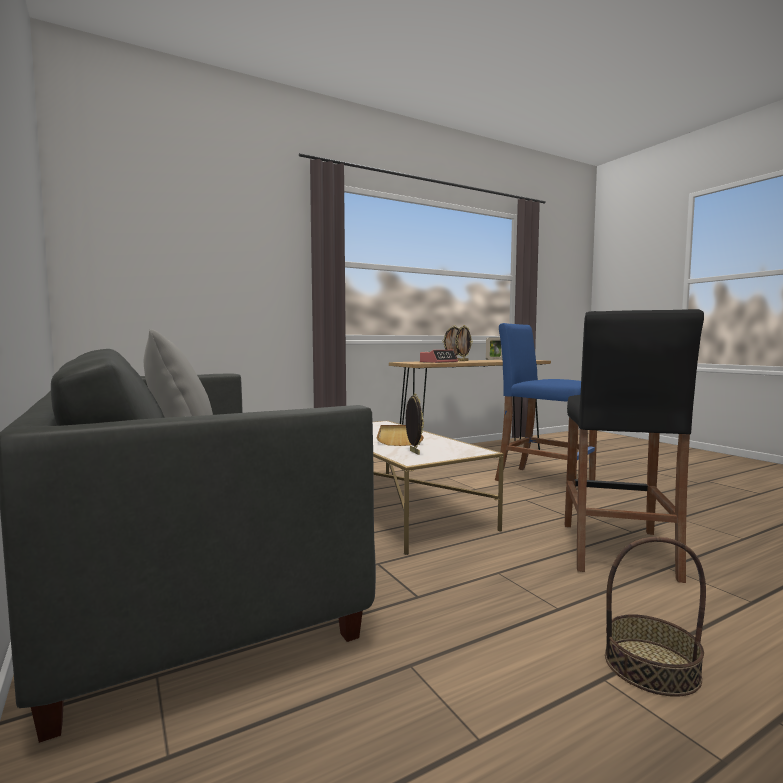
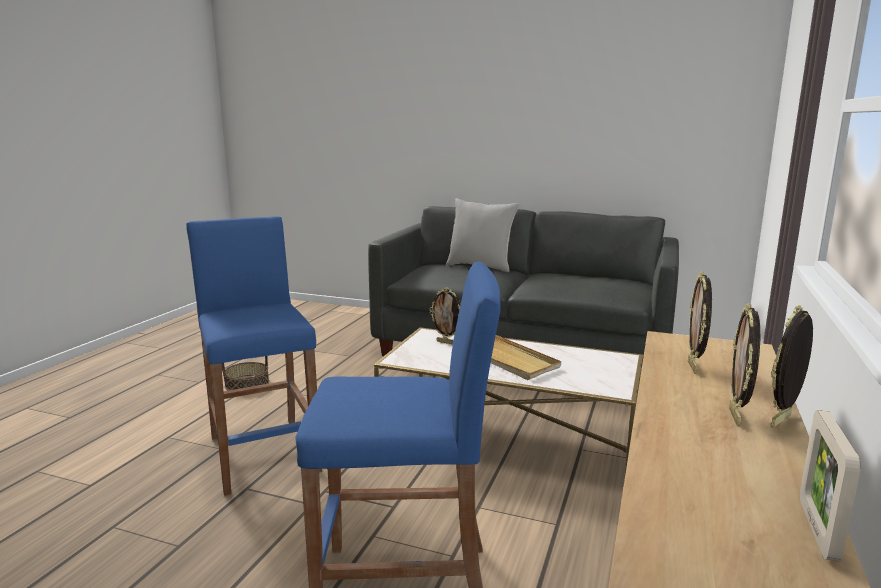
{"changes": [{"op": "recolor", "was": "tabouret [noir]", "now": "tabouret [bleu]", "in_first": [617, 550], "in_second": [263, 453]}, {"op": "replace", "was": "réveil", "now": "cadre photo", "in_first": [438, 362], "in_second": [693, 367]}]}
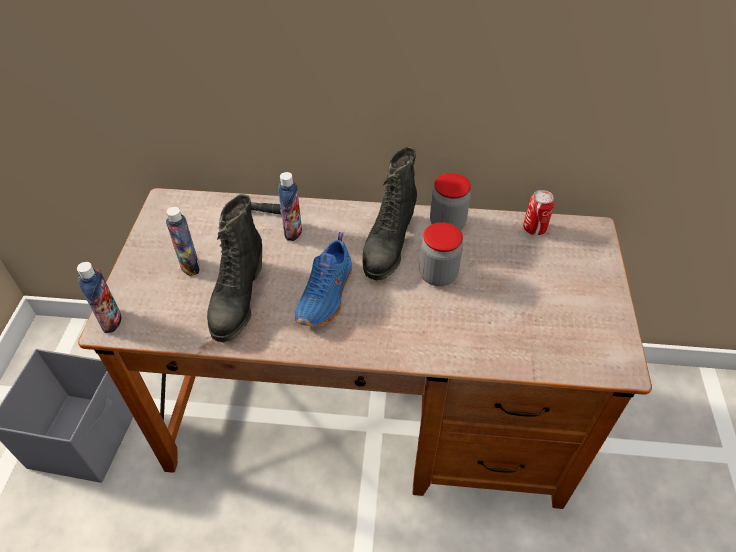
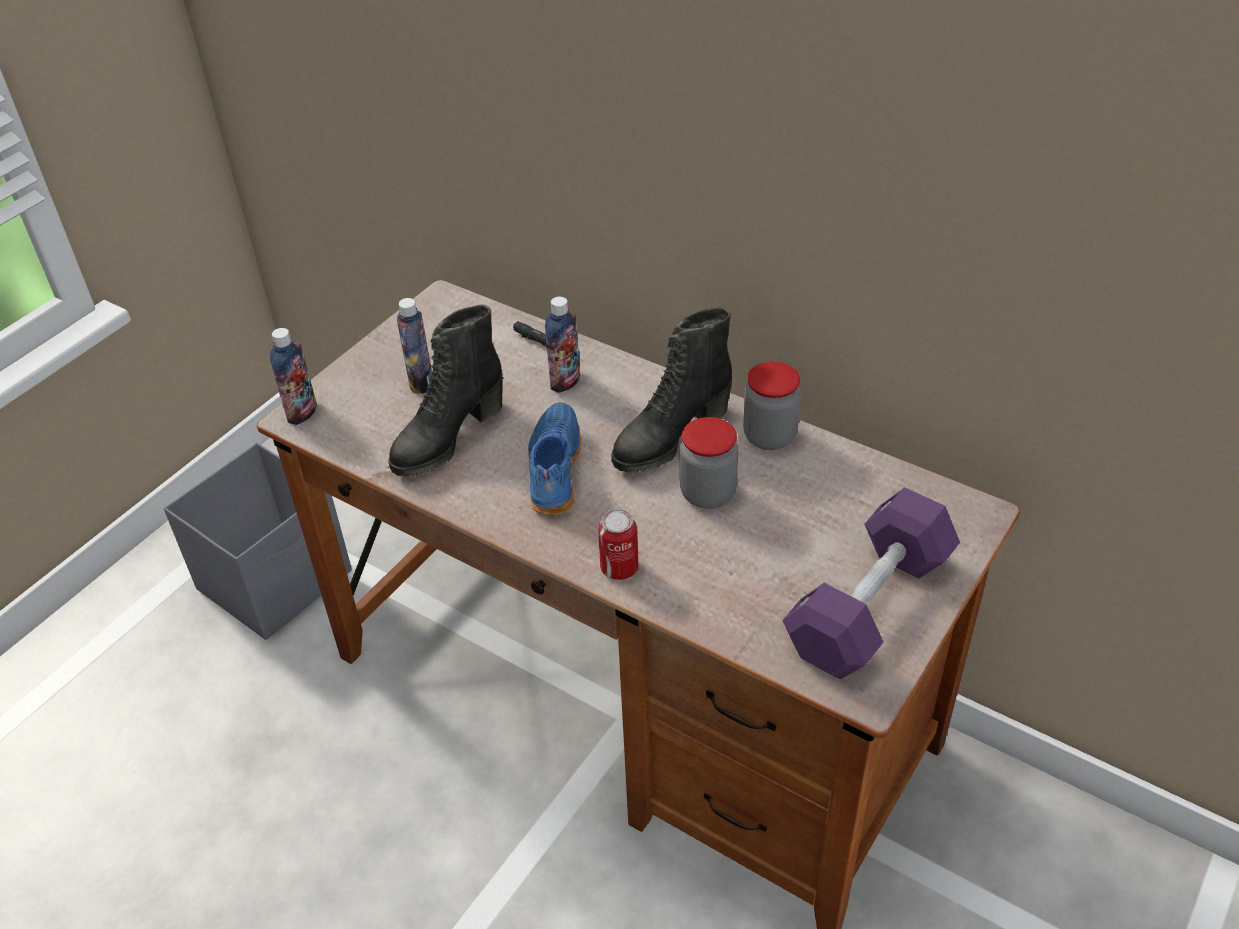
{"changes": [{"op": "rotate", "was": "chaussure [bleu]", "in_first": [327, 296], "in_second": [552, 469], "clockwise": 135}, {"op": "move", "was": "boîte métallique", "in_first": [534, 228], "in_second": [619, 568]}, {"op": "insert", "now": "haltère [violet]", "in_second": [869, 606]}]}
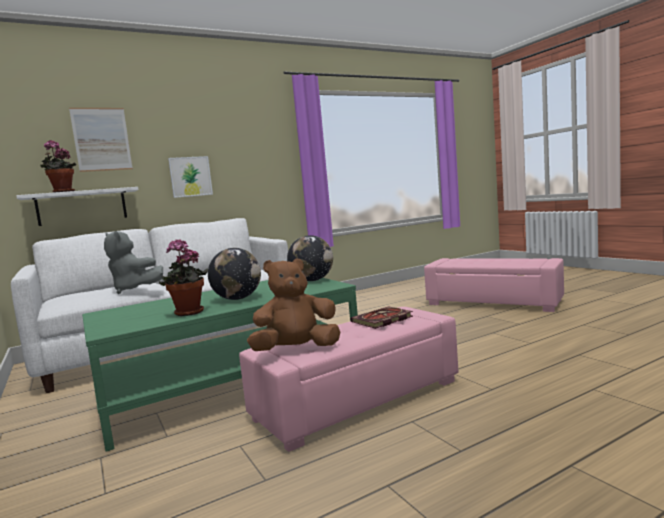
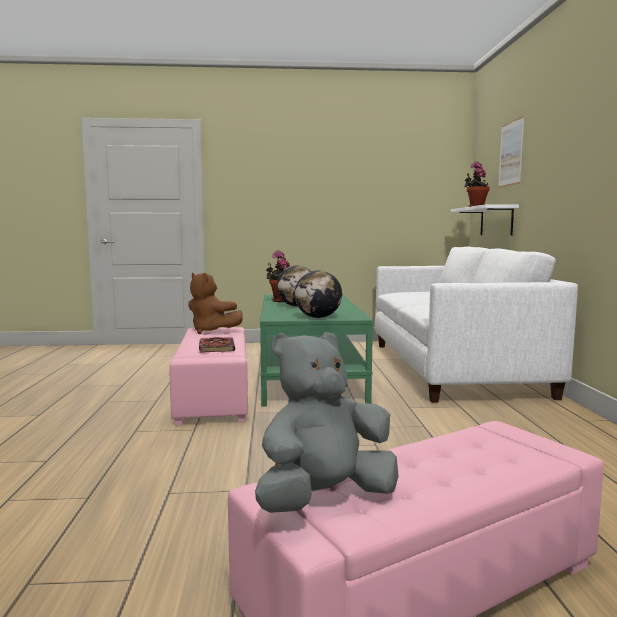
{"changes": [{"op": "rotate", "was": "peluche [marron]", "in_first": [296, 350], "in_second": [211, 331], "clockwise": 120}, {"op": "move", "was": "peluche [gris]", "in_first": [134, 289], "in_second": [325, 499]}, {"op": "delete", "was": "tableau", "in_first": [190, 176]}]}
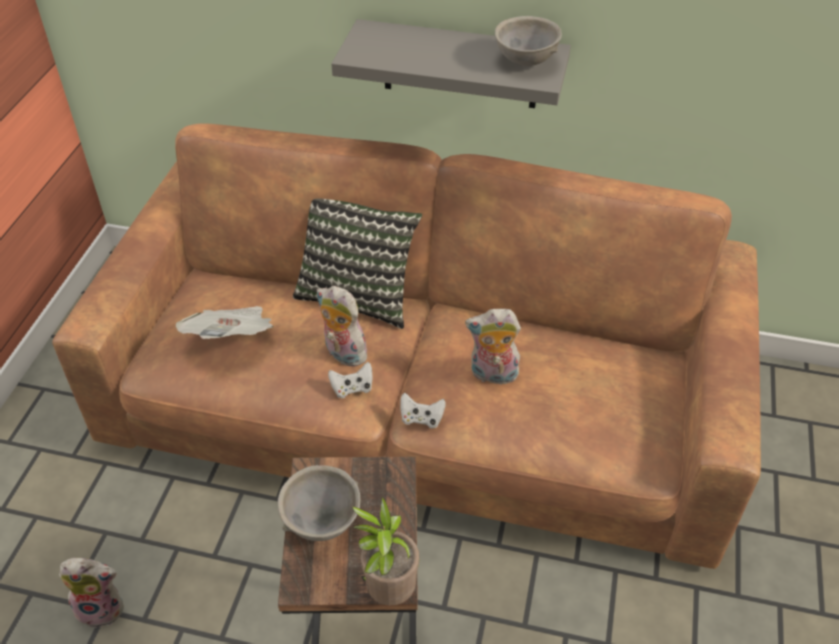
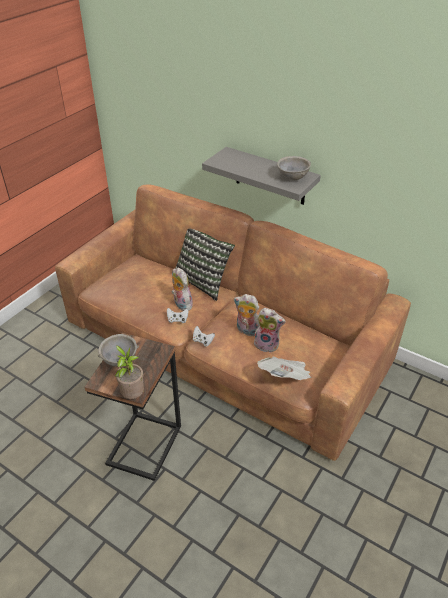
{"changes": [{"op": "move", "was": "peluche", "in_first": [103, 607], "in_second": [267, 344]}, {"op": "move", "was": "journal", "in_first": [232, 339], "in_second": [285, 377]}]}
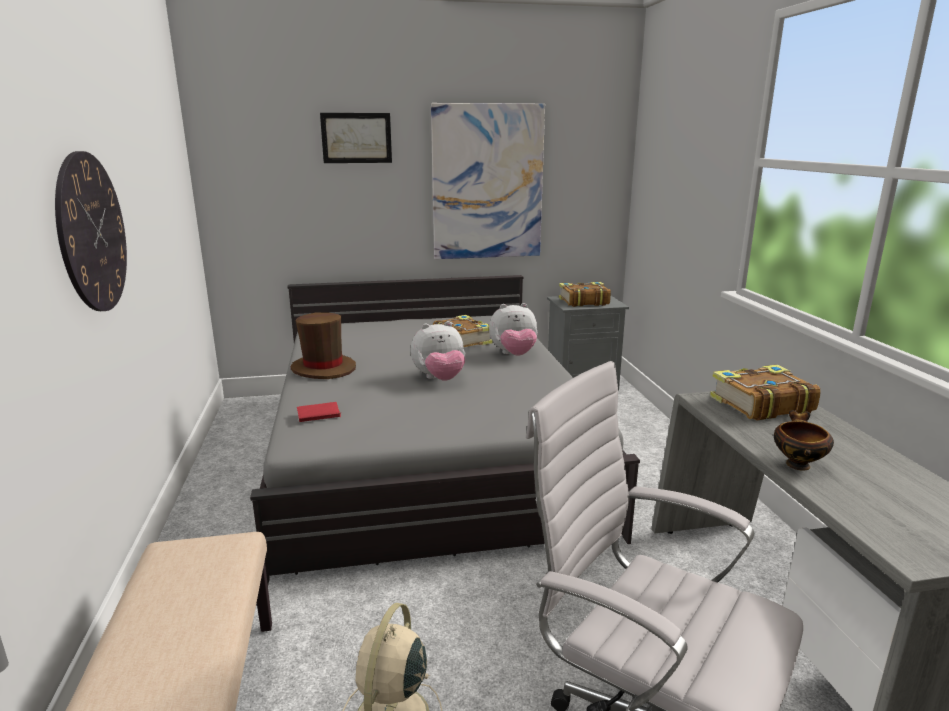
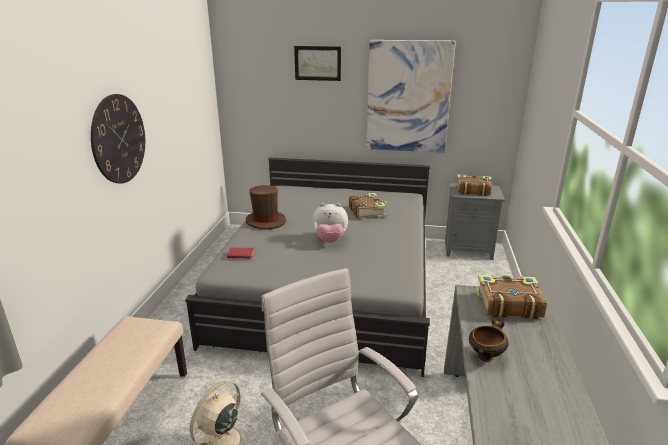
{"changes": [{"op": "delete", "was": "peluche", "in_first": [514, 355]}]}
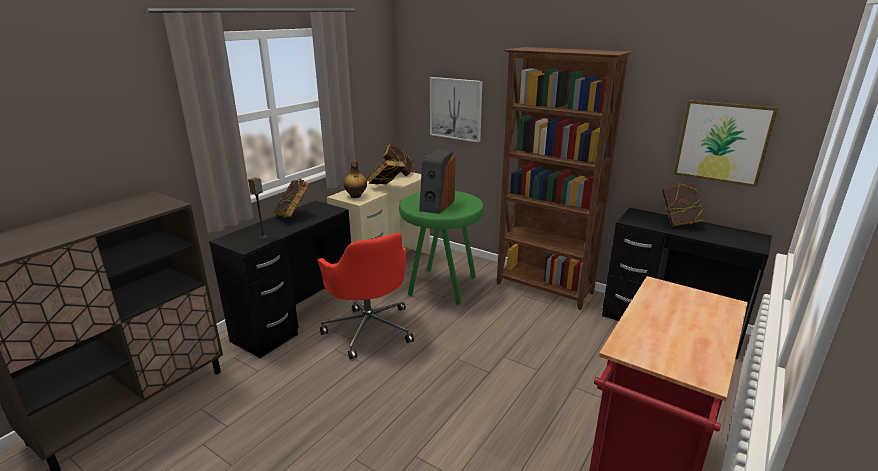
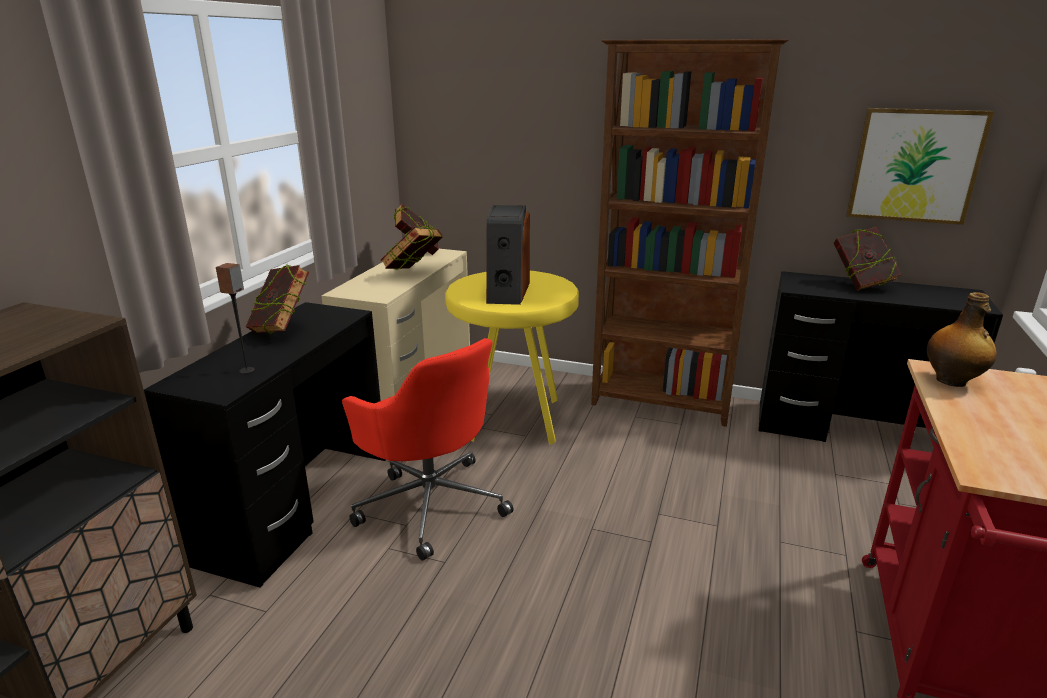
{"changes": [{"op": "recolor", "was": "tabouret [vert]", "now": "tabouret [jaune]", "in_first": [441, 287], "in_second": [513, 421]}, {"op": "move", "was": "bouteille", "in_first": [355, 196], "in_second": [952, 381]}, {"op": "delete", "was": "tableau", "in_first": [456, 109]}]}
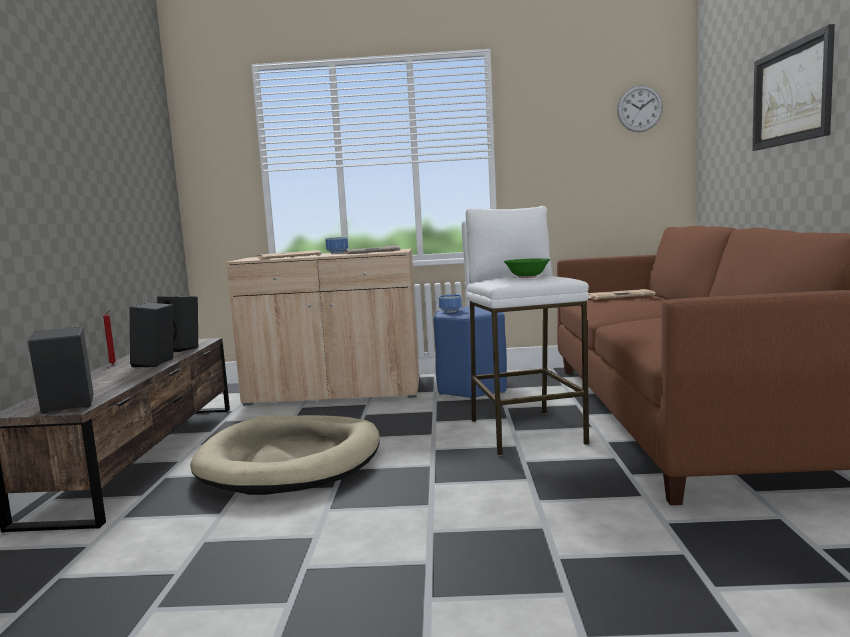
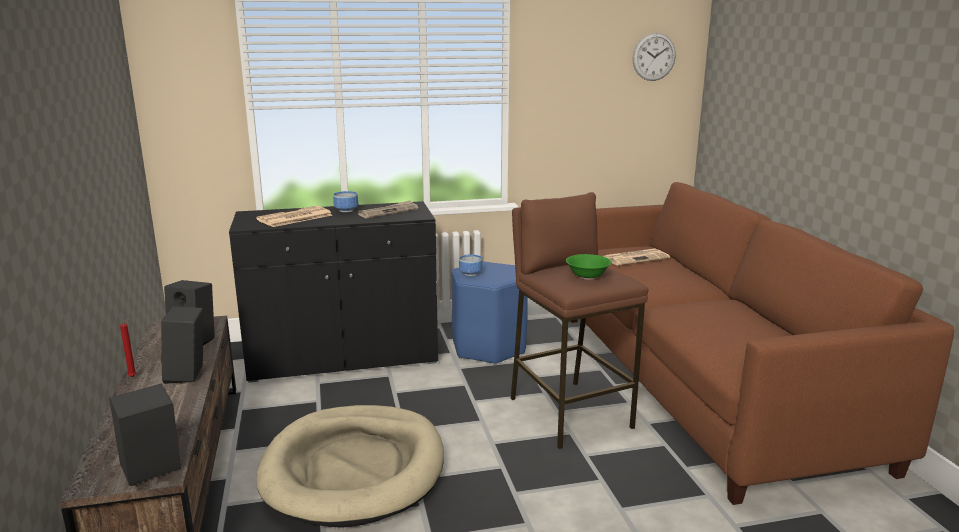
{"changes": [{"op": "recolor", "was": "meuble de rangement [beige]", "now": "meuble de rangement [noir]", "in_first": [334, 393], "in_second": [343, 358]}, {"op": "recolor", "was": "tabouret [blanc]", "now": "tabouret [marron]", "in_first": [525, 431], "in_second": [569, 412]}, {"op": "delete", "was": "tableau", "in_first": [791, 94]}]}
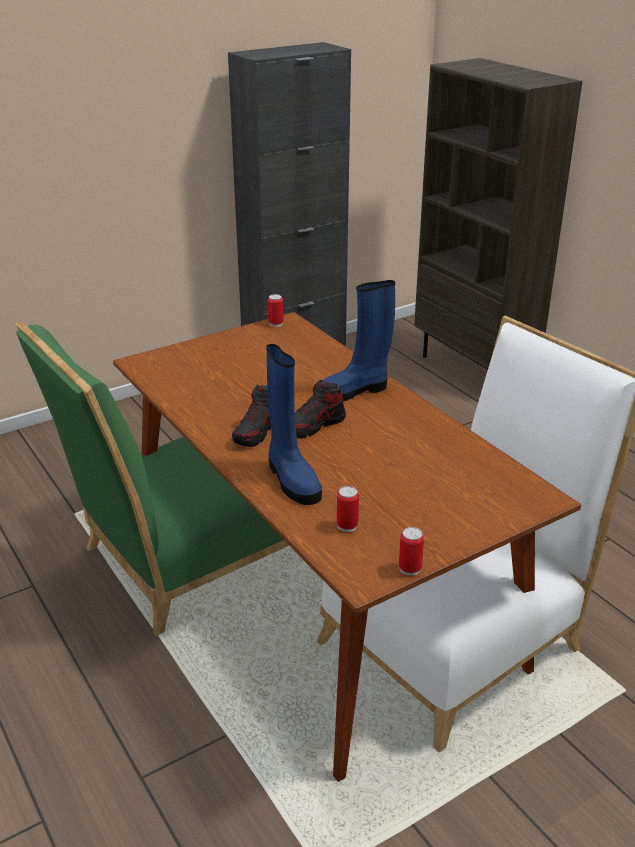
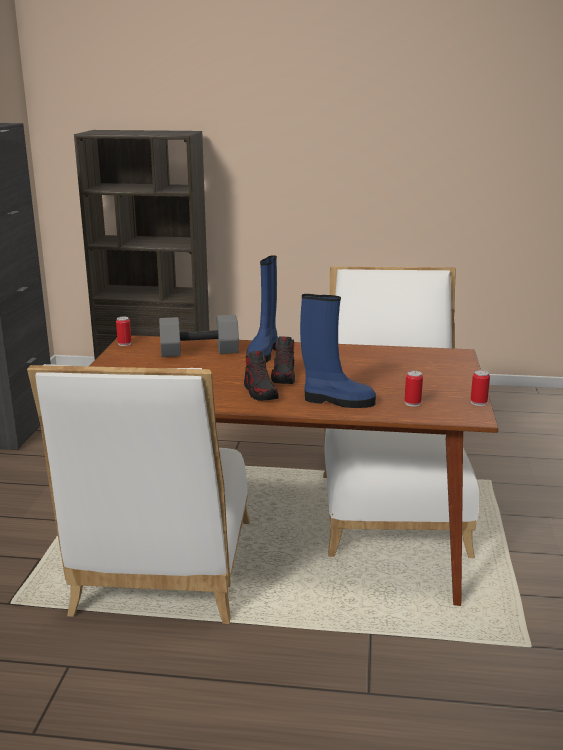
{"changes": [{"op": "recolor", "was": "chaise [vert]", "now": "chaise [blanc]", "in_first": [185, 560], "in_second": [163, 573]}, {"op": "insert", "now": "haltère [gris]", "in_second": [198, 352]}]}
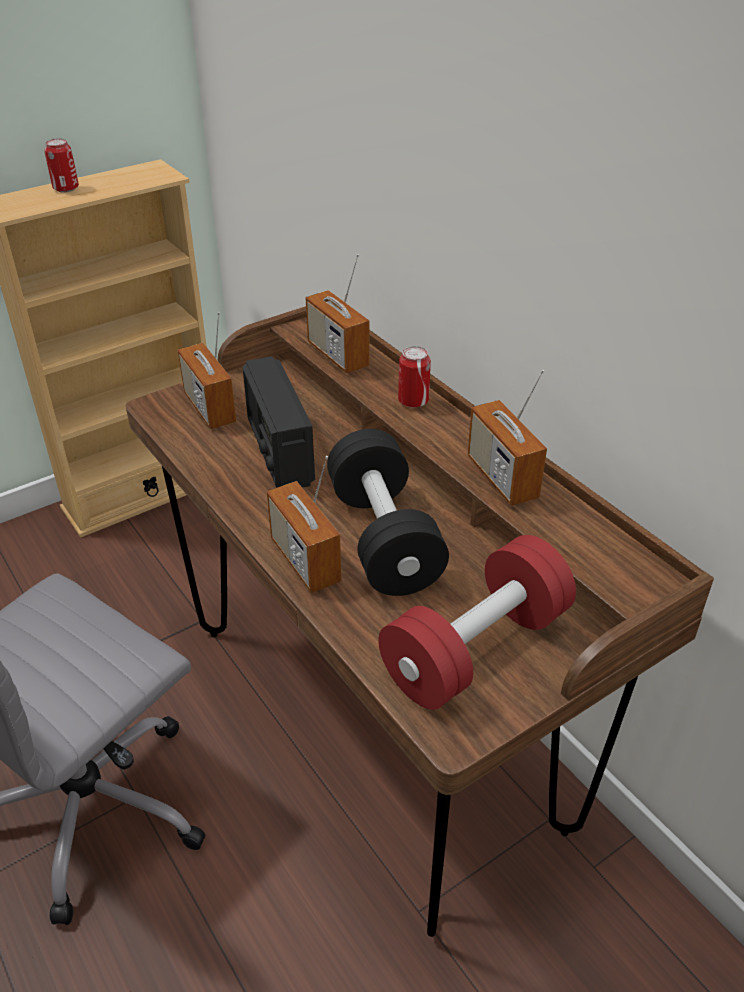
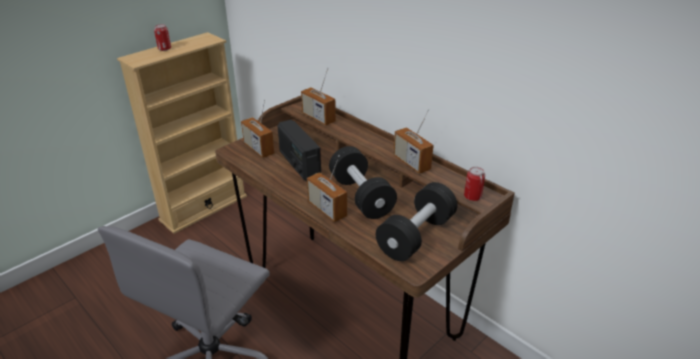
{"changes": [{"op": "recolor", "was": "haltère [rouge]", "now": "haltère [noir]", "in_first": [476, 648], "in_second": [416, 236]}, {"op": "move", "was": "boîte métallique", "in_first": [413, 401], "in_second": [472, 197]}]}
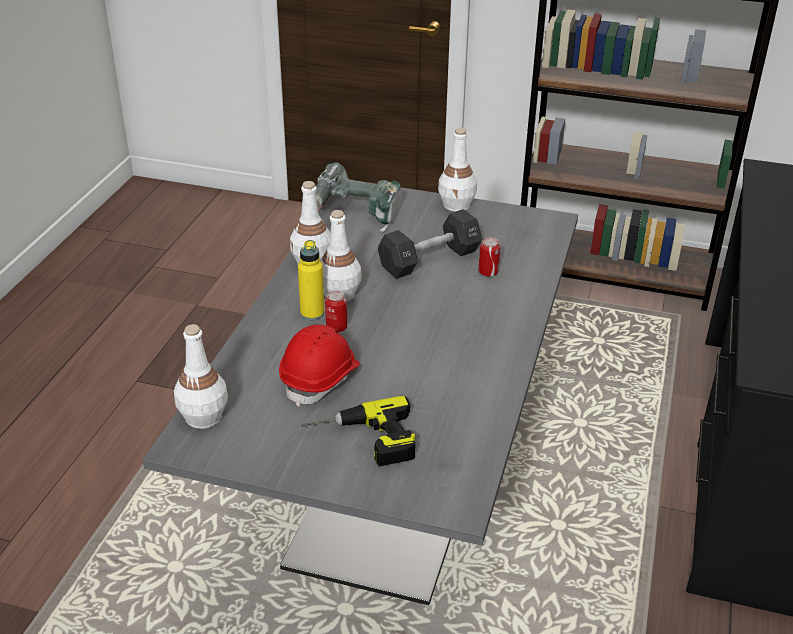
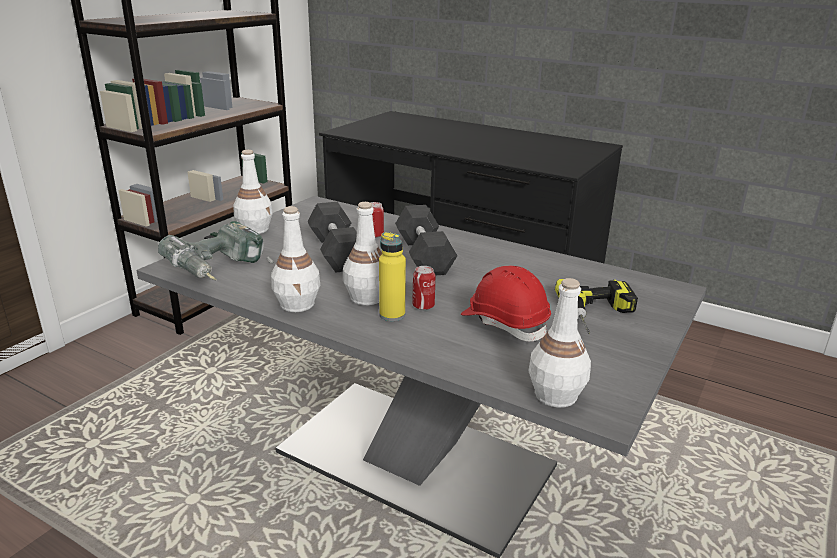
{"changes": [{"op": "insert", "now": "haltère [noir]", "in_second": [424, 256]}]}
